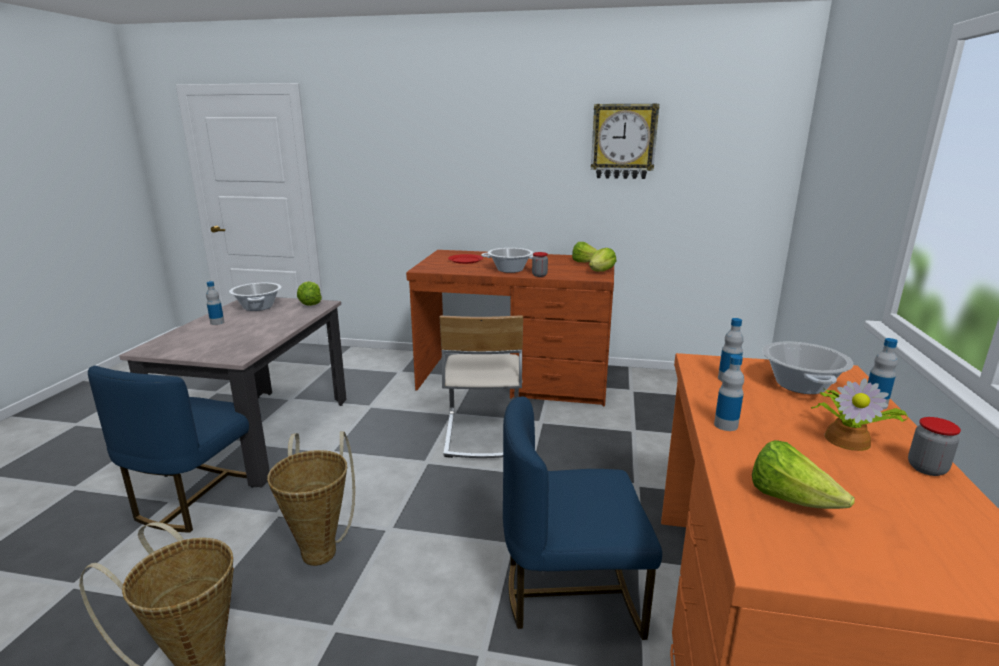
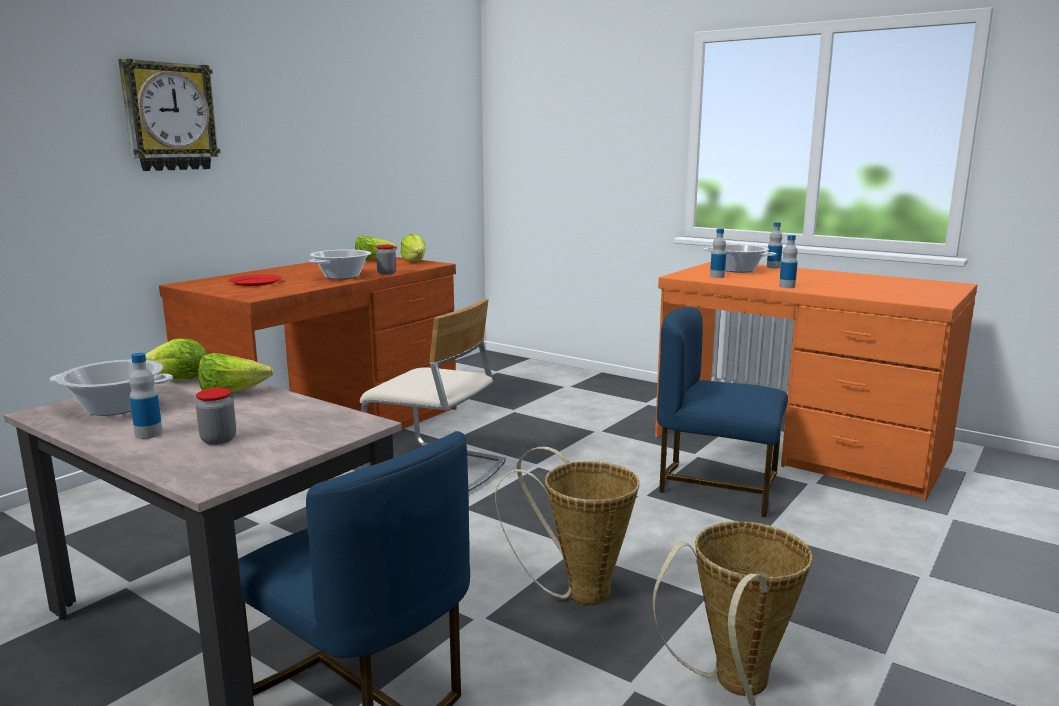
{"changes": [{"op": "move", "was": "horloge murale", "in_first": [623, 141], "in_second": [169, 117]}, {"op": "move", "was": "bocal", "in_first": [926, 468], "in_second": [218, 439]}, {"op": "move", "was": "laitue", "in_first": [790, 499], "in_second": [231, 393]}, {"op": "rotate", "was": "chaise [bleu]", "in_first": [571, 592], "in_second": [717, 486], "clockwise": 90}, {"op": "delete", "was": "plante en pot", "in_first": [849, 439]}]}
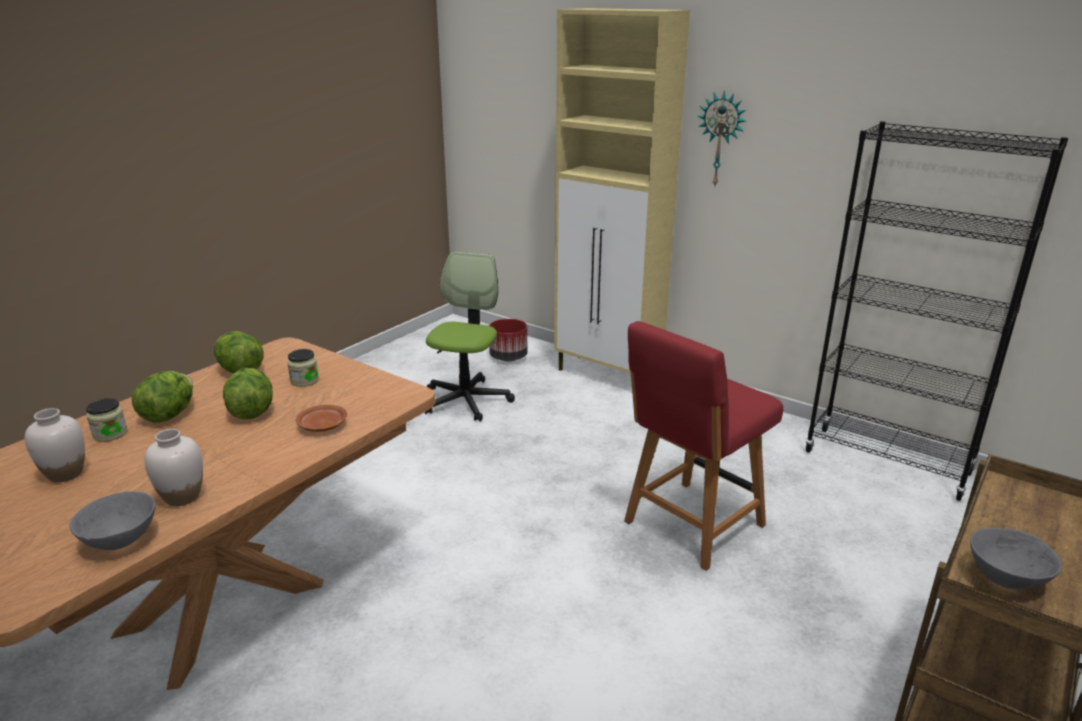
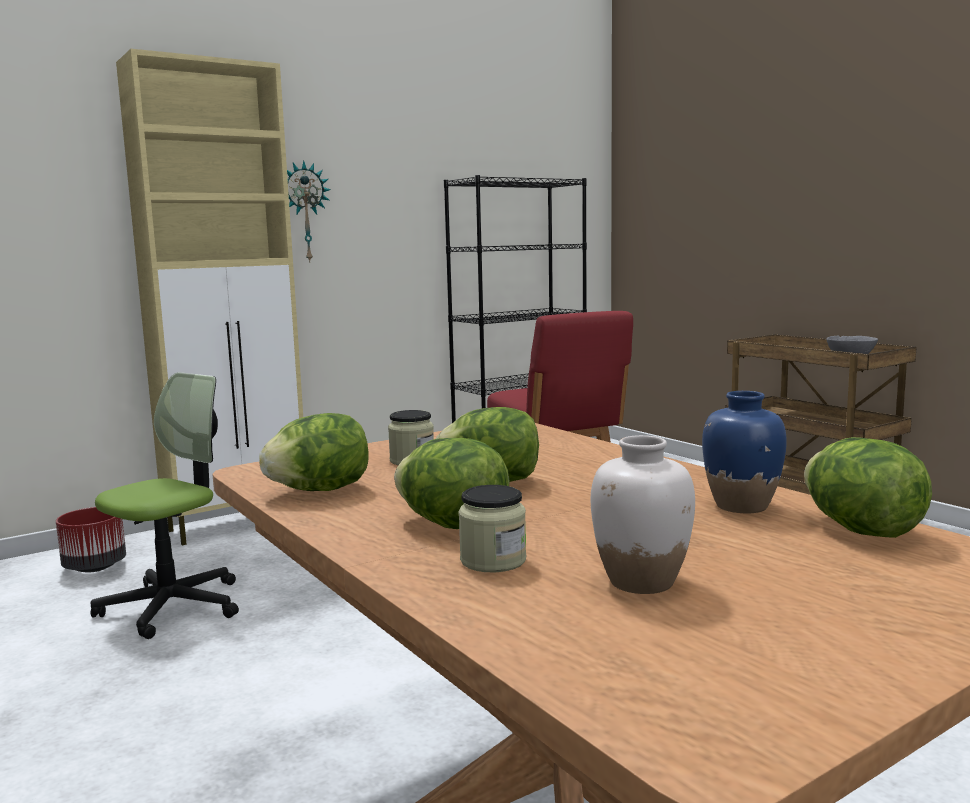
{"changes": [{"op": "rotate", "was": "chaise de bureau", "in_first": [466, 400], "in_second": [172, 606], "clockwise": 90}, {"op": "recolor", "was": "vase [blanc]", "now": "vase [bleu]", "in_first": [182, 497], "in_second": [741, 506]}, {"op": "replace", "was": "bol [gris]", "now": "laitue", "in_first": [120, 541], "in_second": [861, 530]}, {"op": "delete", "was": "assiette [marron]", "in_first": [322, 426]}]}
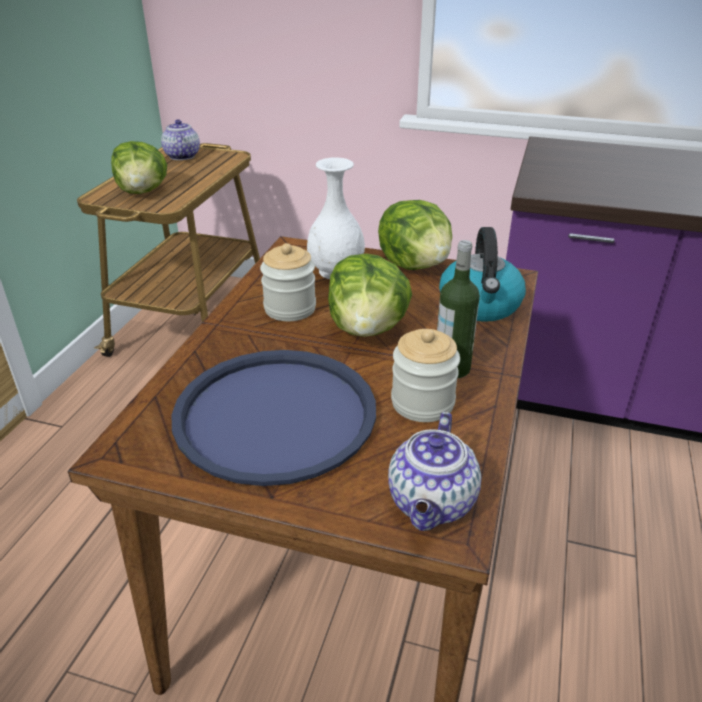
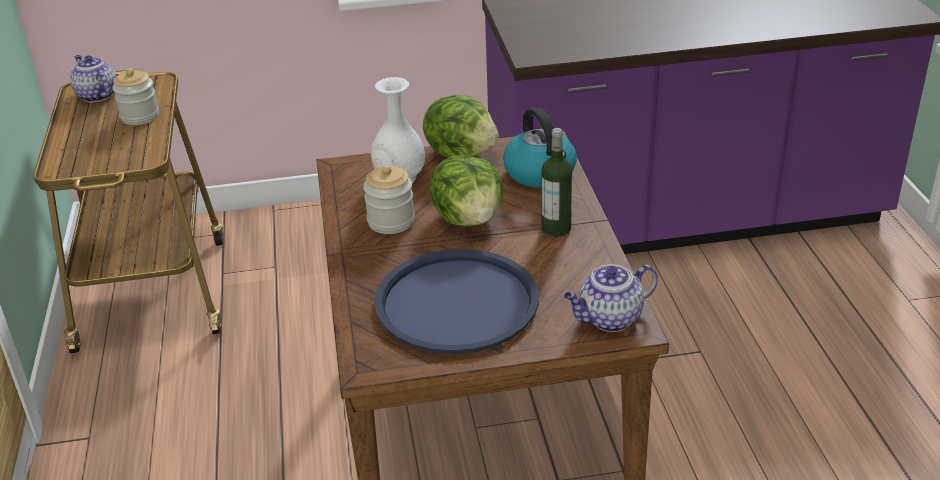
{"changes": [{"op": "move", "was": "bocal", "in_first": [422, 403], "in_second": [140, 116]}, {"op": "rotate", "was": "théière", "in_first": [432, 504], "in_second": [609, 319], "clockwise": 75}, {"op": "delete", "was": "laitue", "in_first": [143, 192]}]}
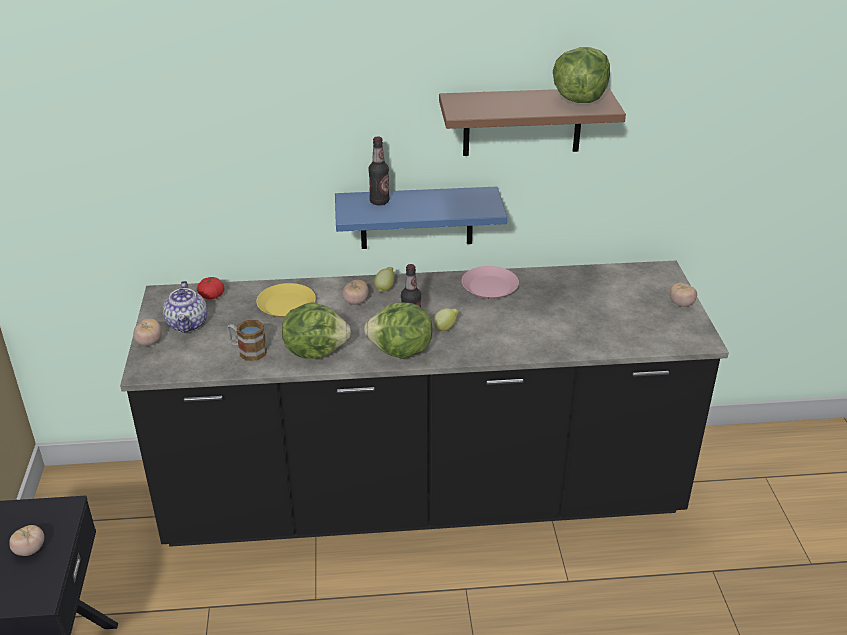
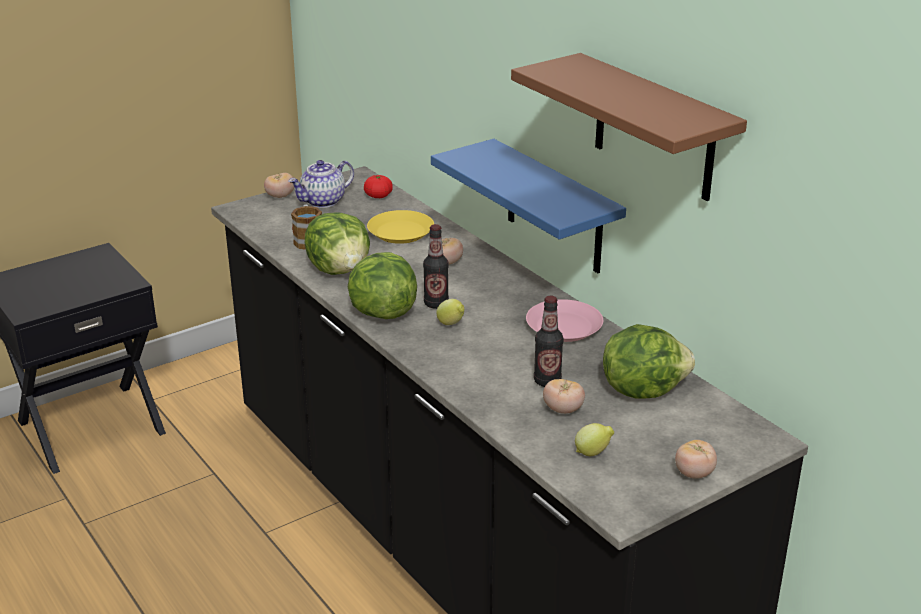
{"changes": [{"op": "move", "was": "bouteille", "in_first": [379, 201], "in_second": [547, 381]}, {"op": "move", "was": "tomate", "in_first": [30, 550], "in_second": [563, 410]}, {"op": "move", "was": "citron", "in_first": [385, 288], "in_second": [593, 453]}, {"op": "move", "was": "laitue", "in_first": [579, 99], "in_second": [642, 389]}]}
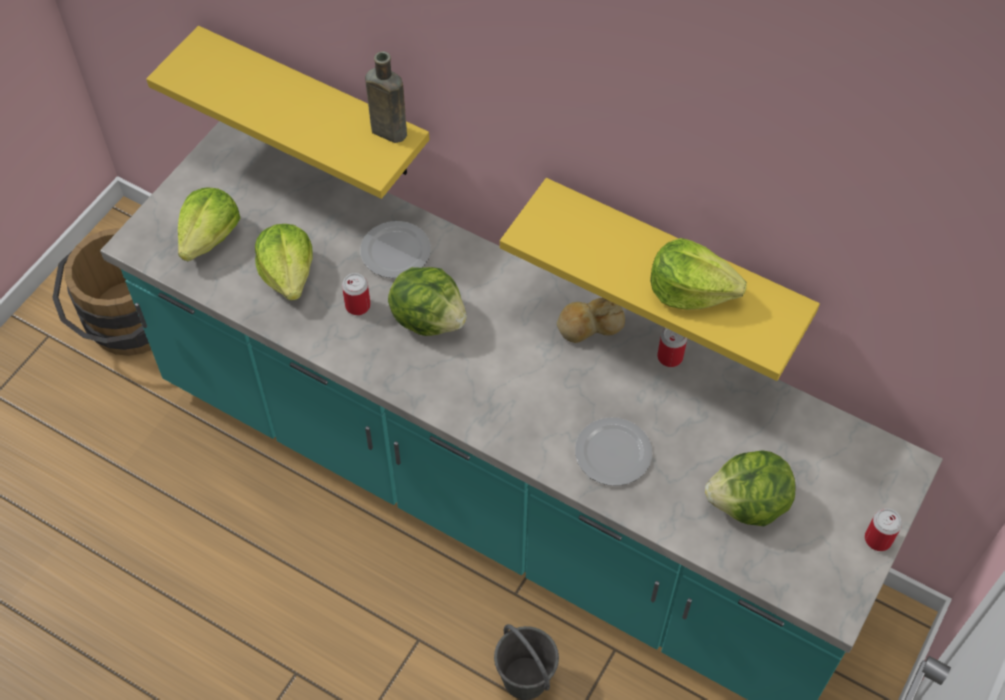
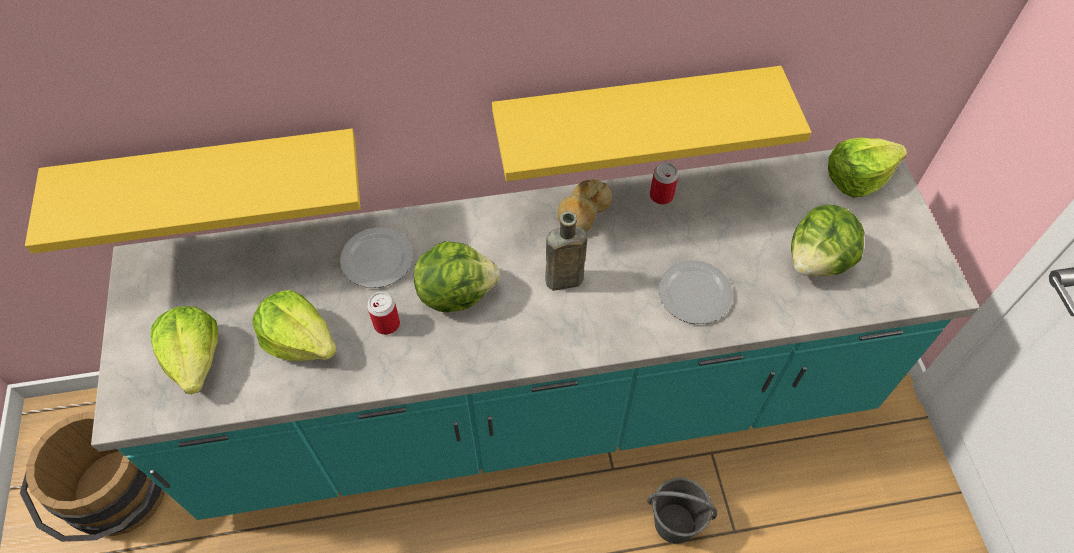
{"changes": [{"op": "move", "was": "bouteille [marron]", "in_first": [386, 130], "in_second": [561, 280]}, {"op": "move", "was": "laitue", "in_first": [690, 290], "in_second": [857, 178]}, {"op": "delete", "was": "boîte métallique", "in_first": [878, 539]}]}
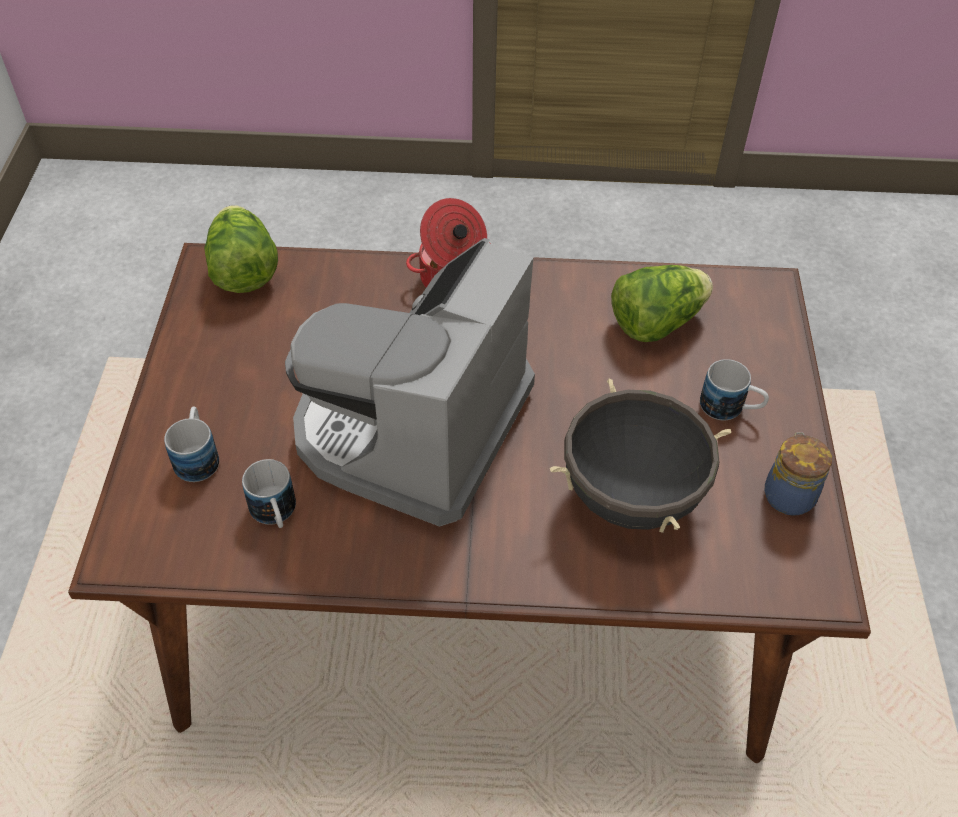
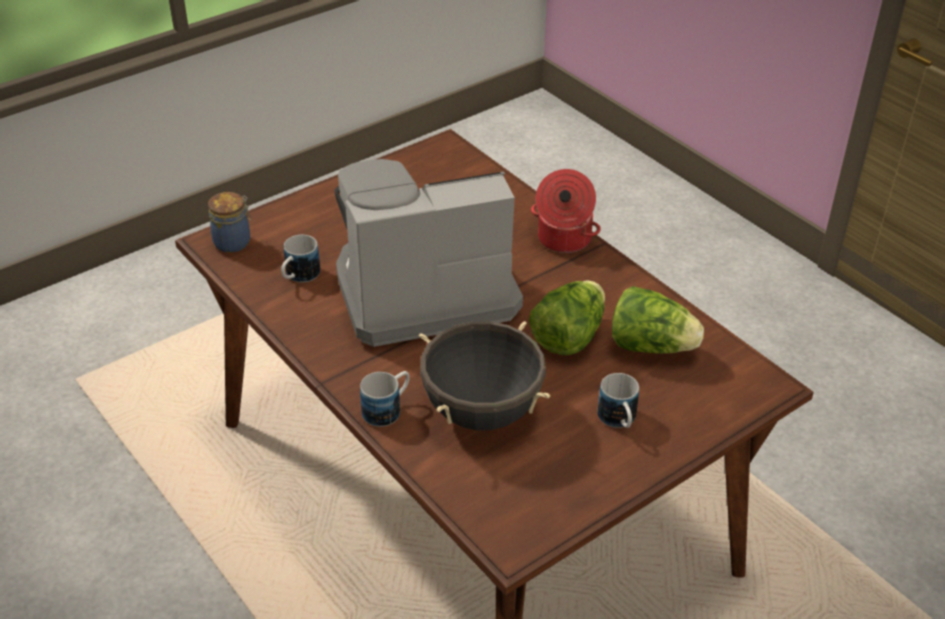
{"changes": [{"op": "move", "was": "bocal", "in_first": [788, 494], "in_second": [234, 242]}, {"op": "move", "was": "mug", "in_first": [198, 456], "in_second": [388, 409]}, {"op": "move", "was": "laitue", "in_first": [243, 271], "in_second": [568, 337]}]}
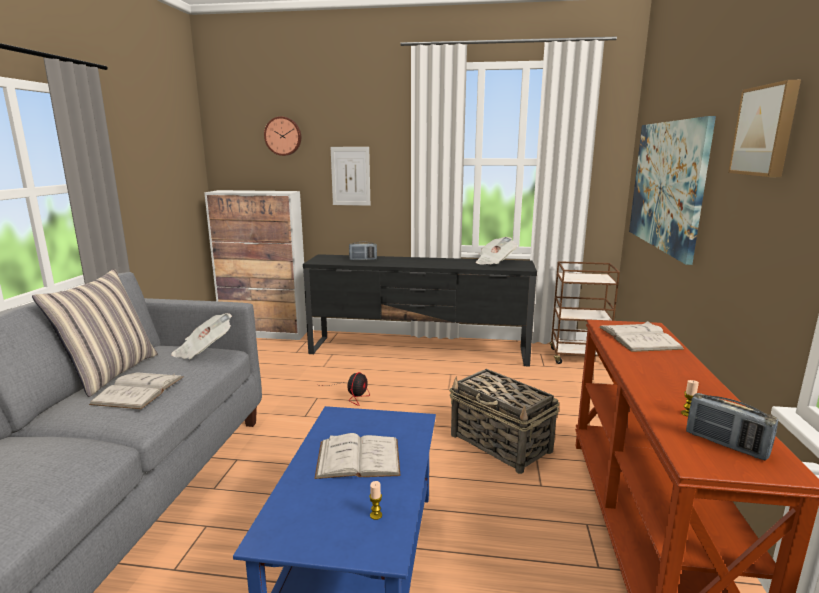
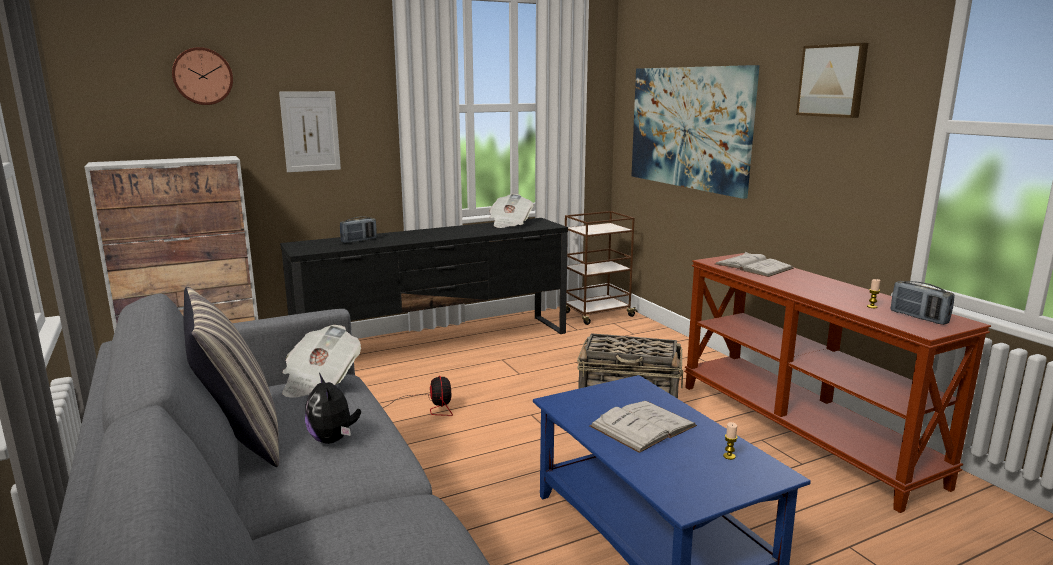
{"changes": [{"op": "replace", "was": "livre [blanc]", "now": "peluche", "in_first": [139, 390], "in_second": [333, 439]}, {"op": "rotate", "was": "radio", "in_first": [726, 444], "in_second": [918, 317], "clockwise": 45}]}
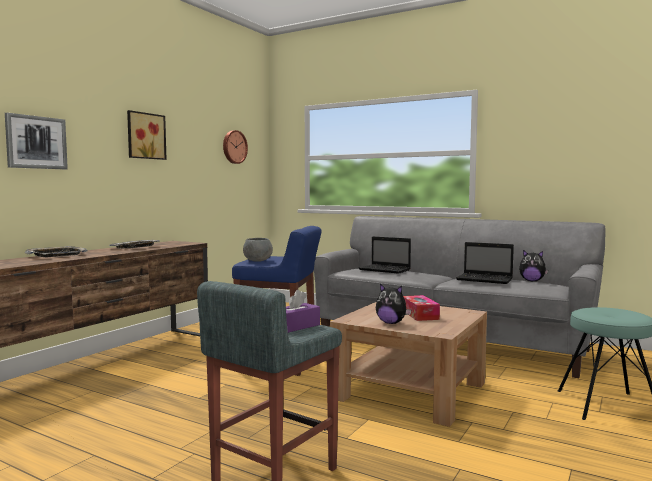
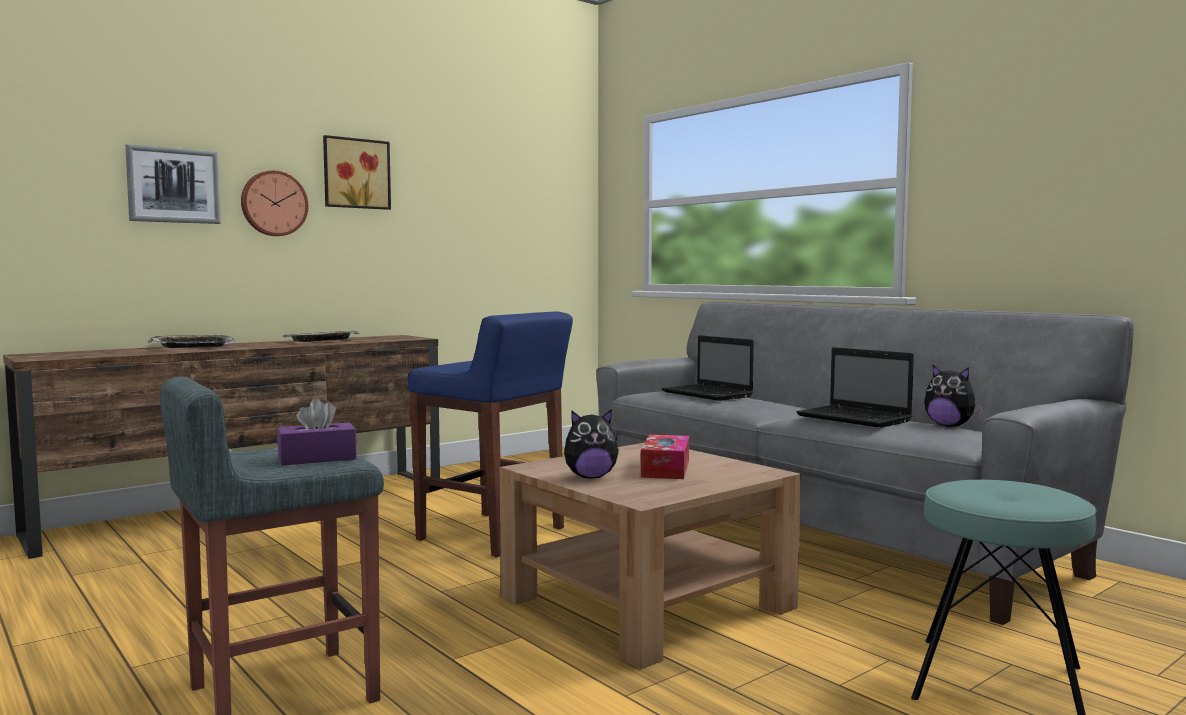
{"changes": [{"op": "move", "was": "horloge murale", "in_first": [234, 147], "in_second": [273, 203]}, {"op": "rotate", "was": "peluche", "in_first": [391, 323], "in_second": [590, 477], "clockwise": -60}, {"op": "delete", "was": "bol [gris]", "in_first": [257, 261]}]}
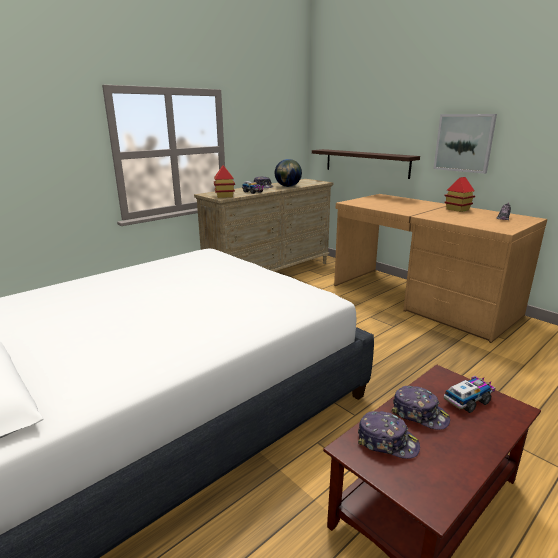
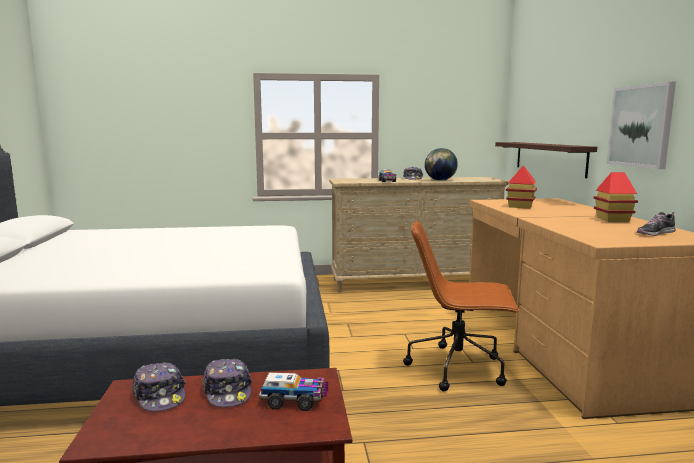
{"changes": [{"op": "insert", "now": "chaise de bureau [marron]", "in_second": [458, 368]}, {"op": "move", "was": "maison miniature", "in_first": [224, 196], "in_second": [520, 206]}]}
